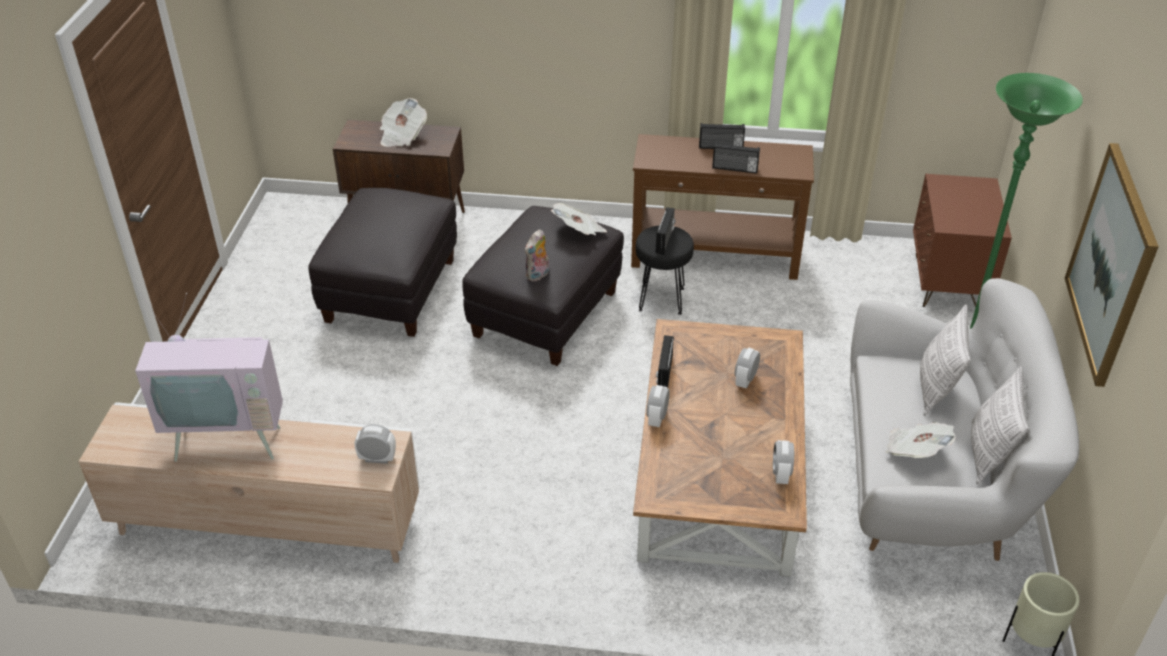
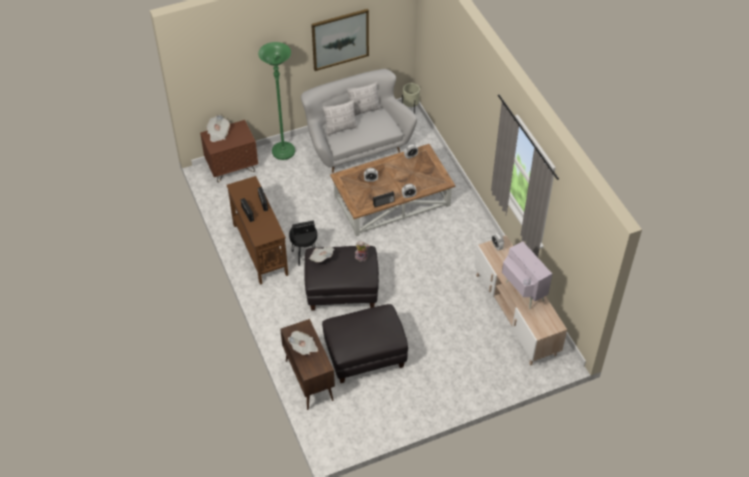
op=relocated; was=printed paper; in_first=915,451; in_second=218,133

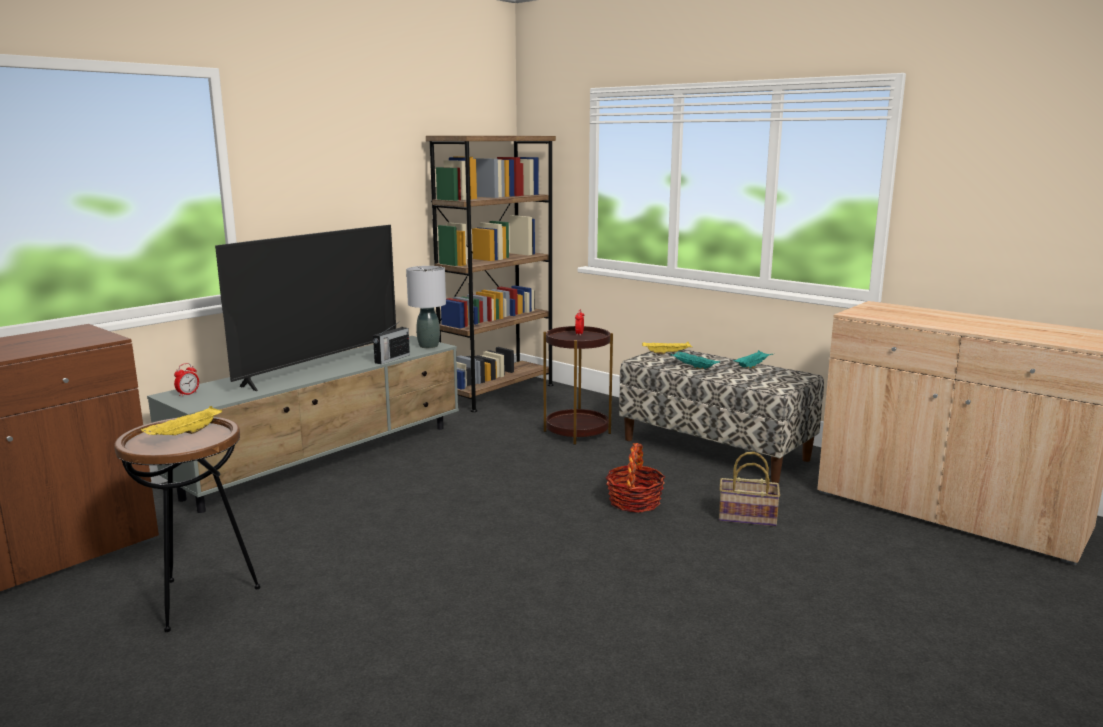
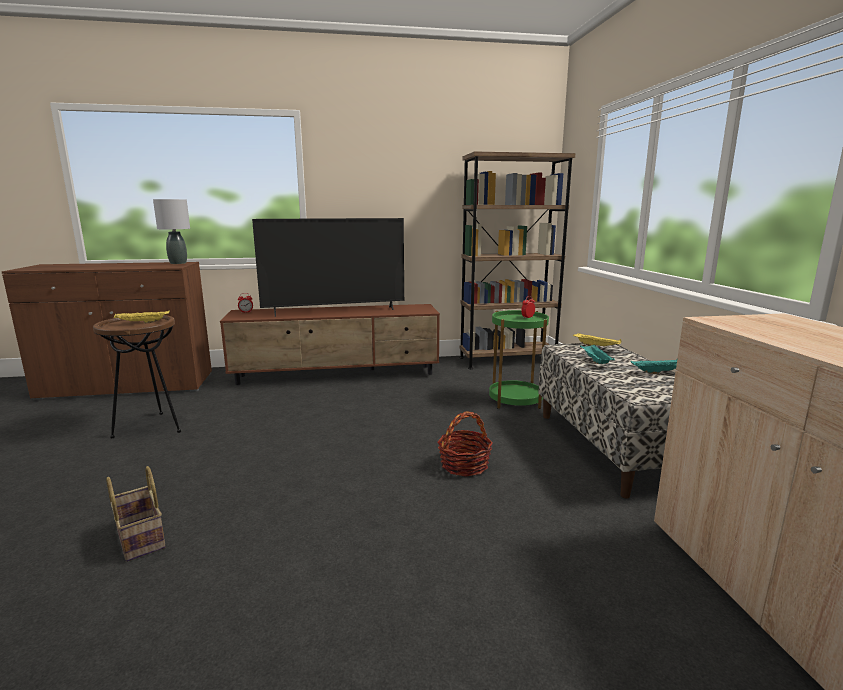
op=relocated; was=storage basket; in_first=745,517; in_second=138,538
op=relocated; was=greyish table lamp; in_first=429,346; in_second=178,263
op=colour; was=greyish media console; now=brown-coloured media console; in_first=327,460; in_second=338,375
op=colour; was=brown-coloured side table; now=greenish side table; in_first=577,432; in_second=515,400
op=missing; was=radio; in_first=391,359

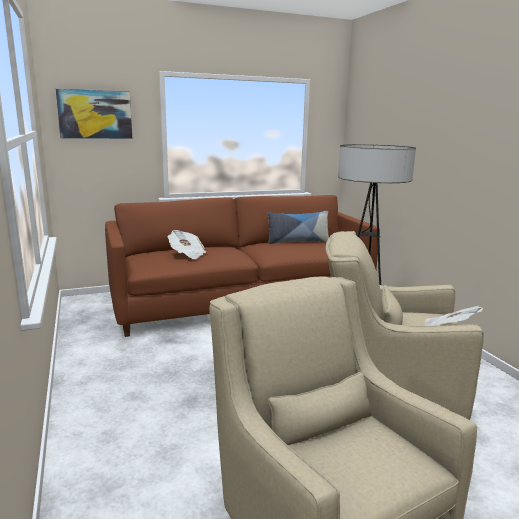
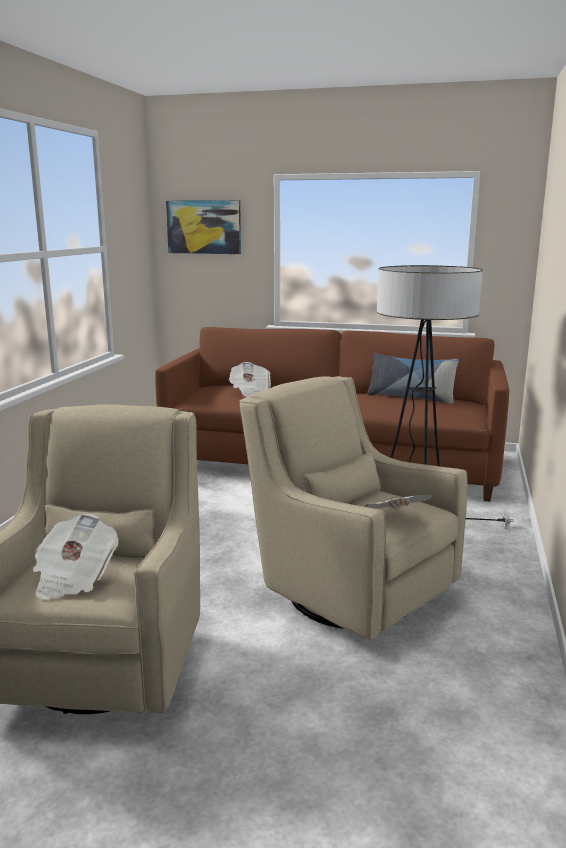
op=appeared; now=printed paper; in_second=74,577

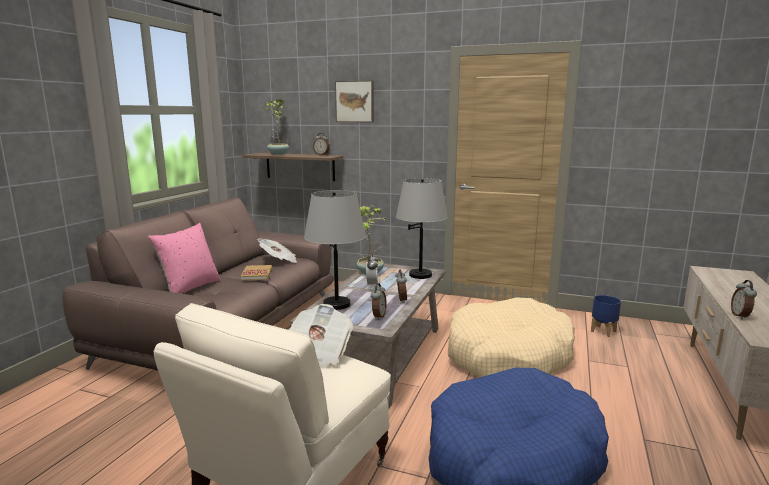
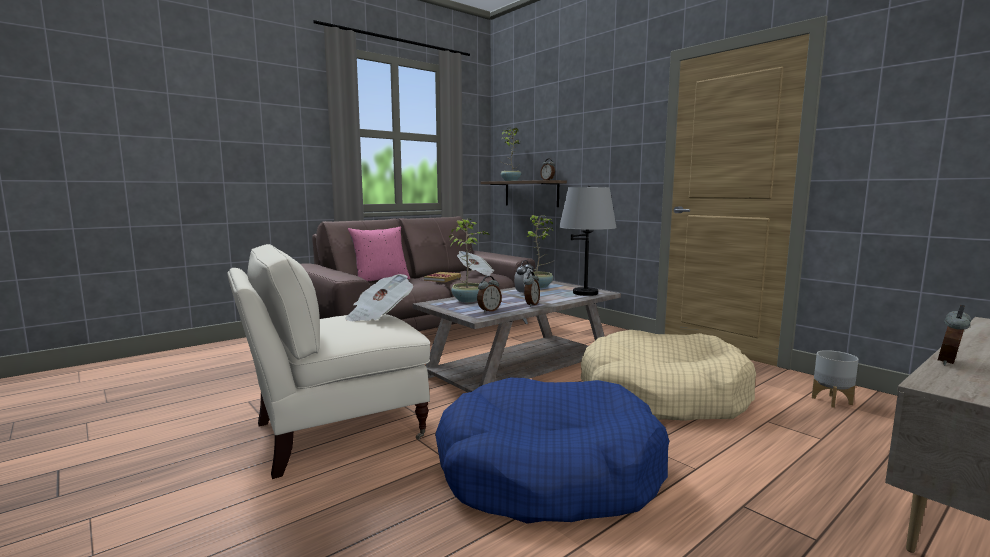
op=exchanged; was=greyish table lamp; now=plant in a pot; in_first=337,304; in_second=468,300
op=colour; was=bluish planter; now=greyish planter; in_first=603,331; in_second=831,401
op=missing; was=wall picture; in_first=355,101

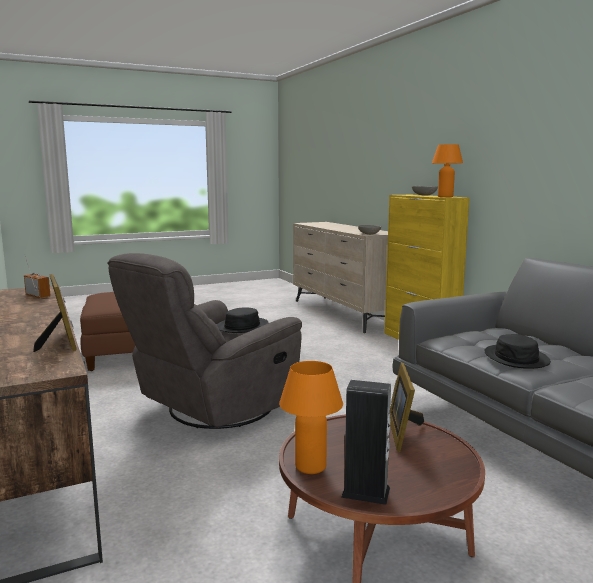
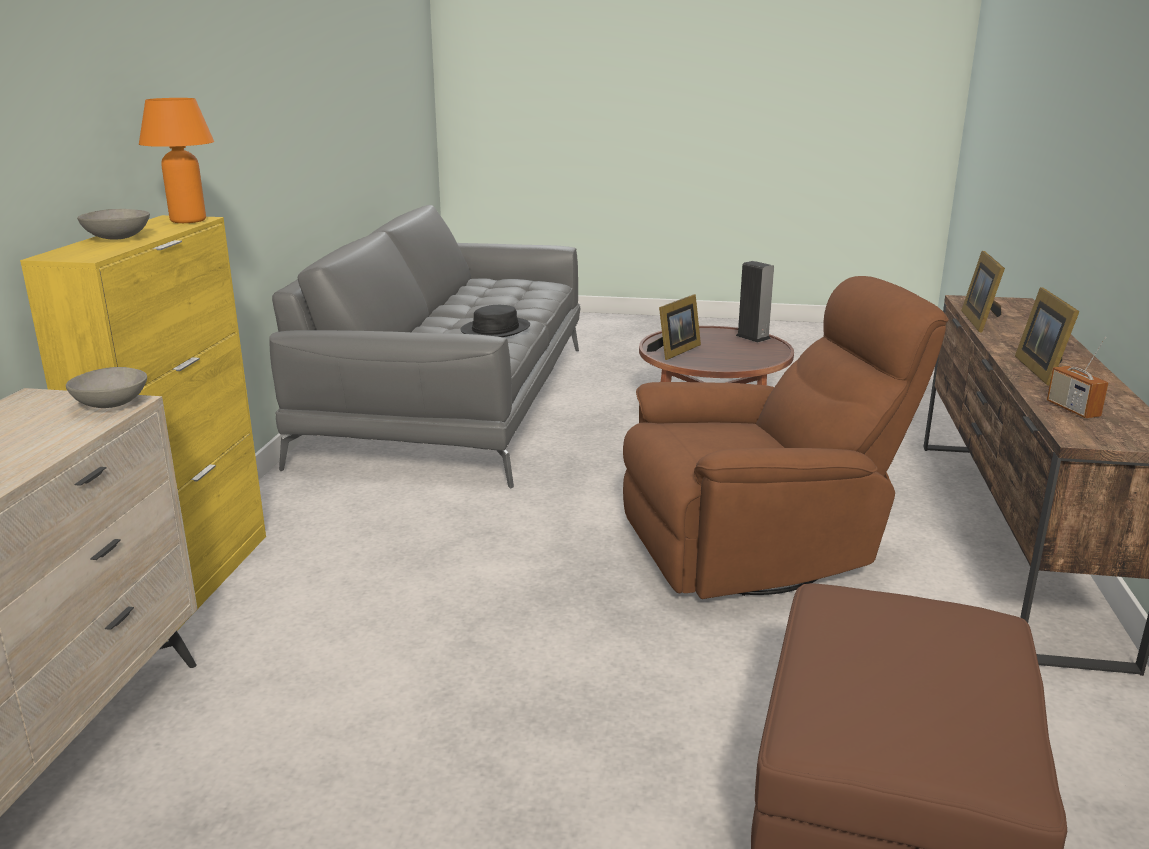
op=colour; was=greyish armchair; now=brown-coloured armchair; in_first=213,409; in_second=759,550
op=appeared; now=standing frame; in_second=1042,370
op=missing; was=black-coloured hat; in_first=242,326
op=missing; was=orange-coloured table lamp; in_first=310,467

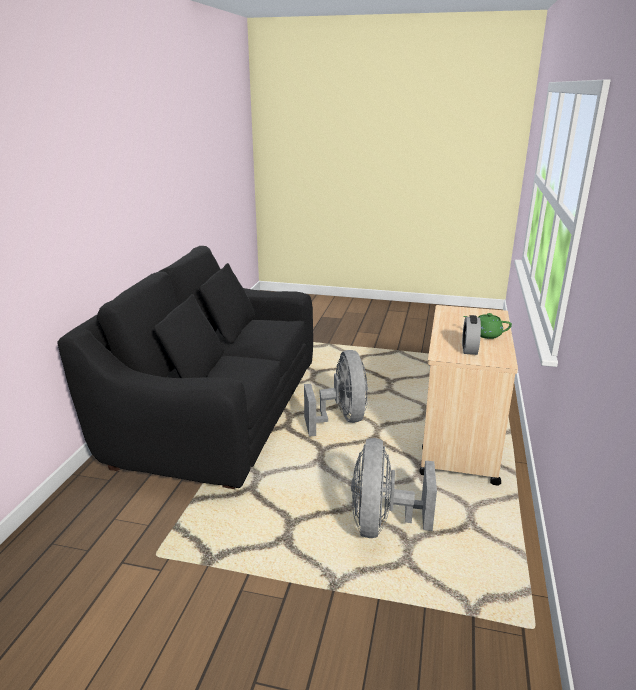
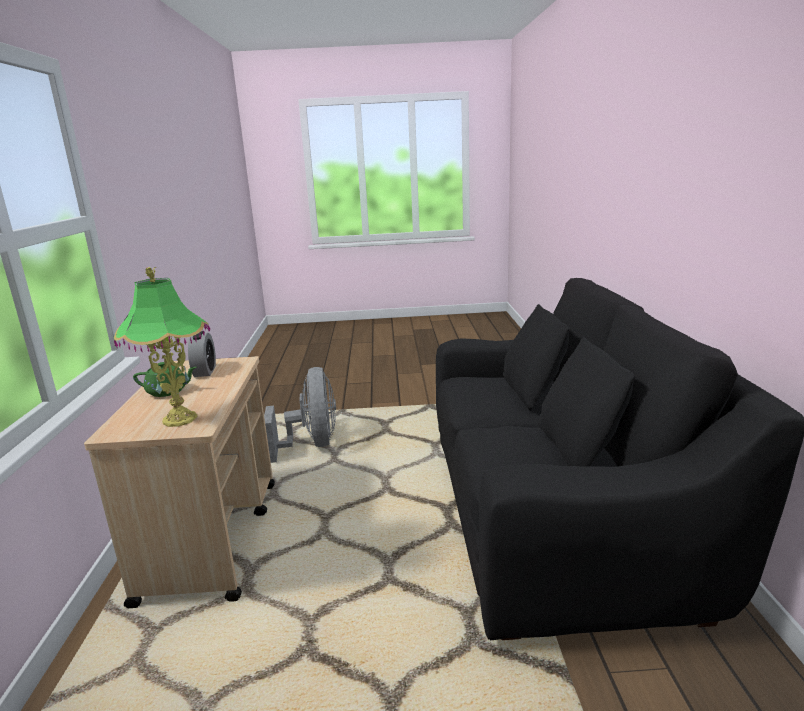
op=appeared; now=table lamp; in_second=180,419
op=missing; was=greyish cooling fan; in_first=341,419

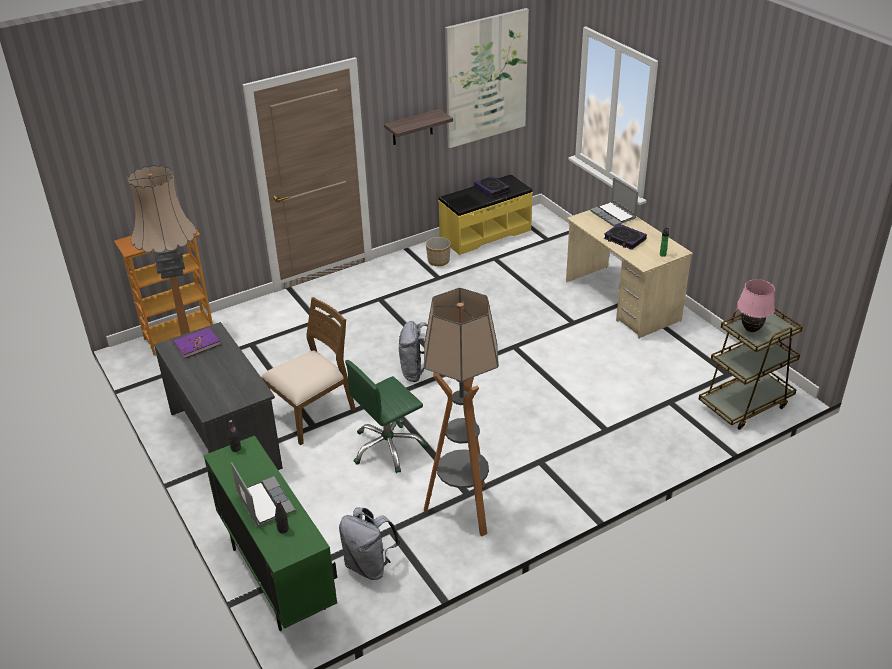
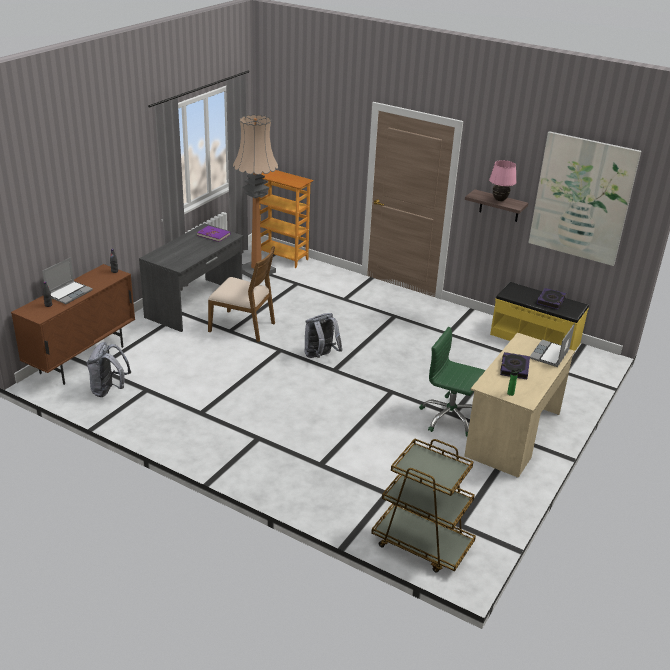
op=colour; was=greenish storage cabinet; now=brown-coloured storage cabinet; in_first=278,578; in_second=82,360
op=relocated; was=greenish office chair; in_first=388,447; in_second=449,418
op=relocated; was=pink table lamp; in_first=751,329; in_second=499,200
op=missing; was=standing lamp; in_first=463,509
op=missing; was=planter; in_first=438,261

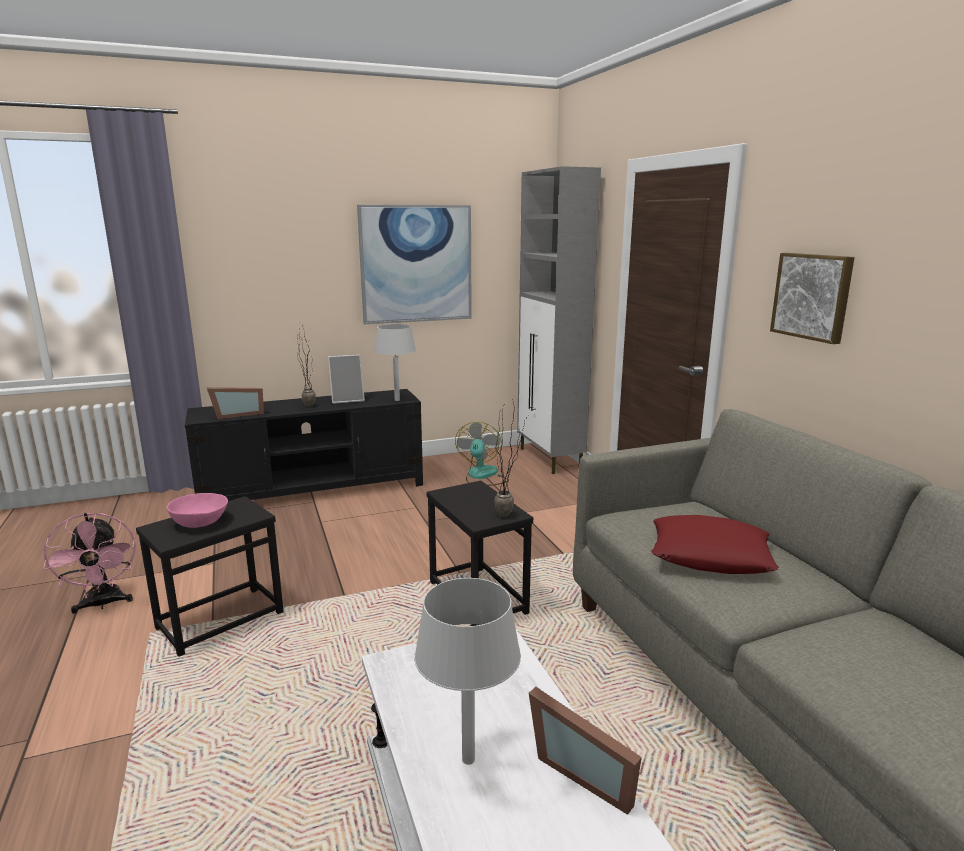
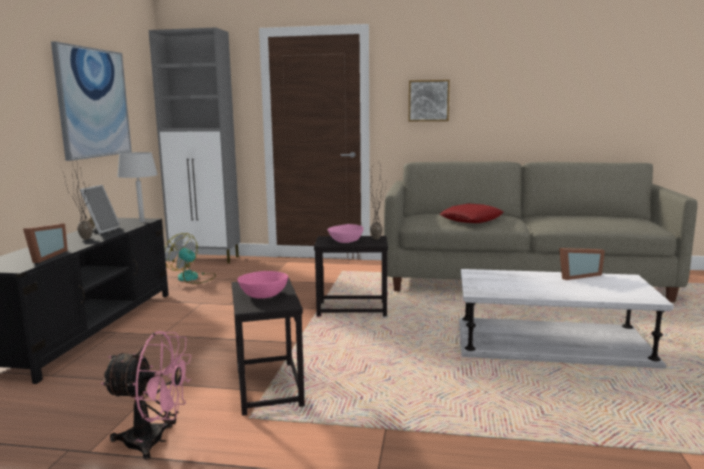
op=appeared; now=pink deep dish; in_second=345,241
op=missing; was=greyish table lamp; in_first=468,759

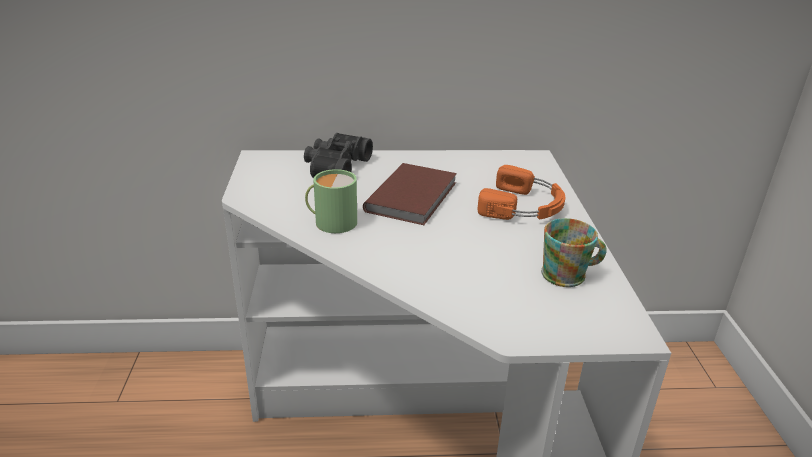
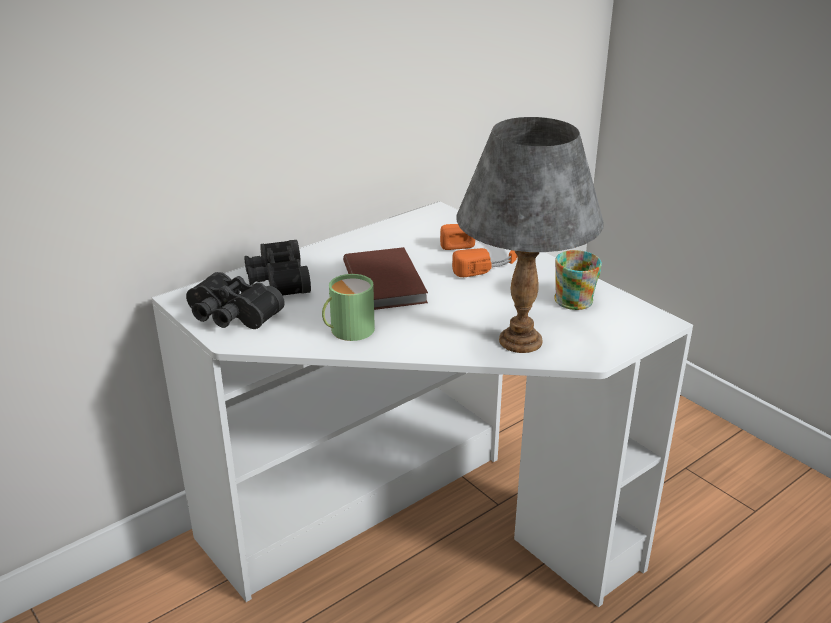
op=appeared; now=black-coloured pair of binoculars; in_second=230,316
op=appeared; now=greyish table lamp; in_second=519,340

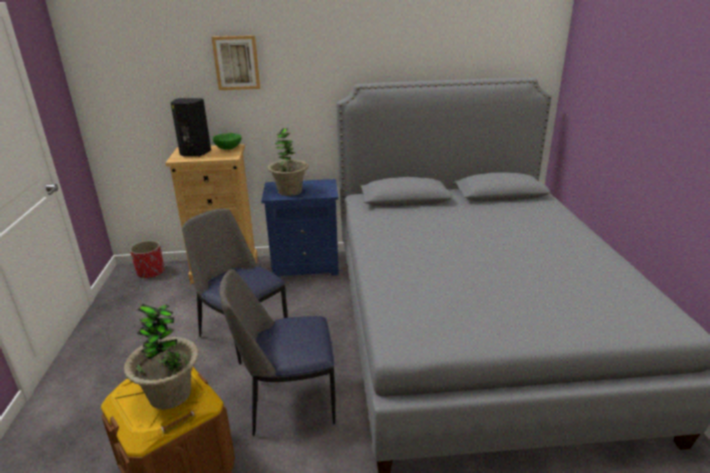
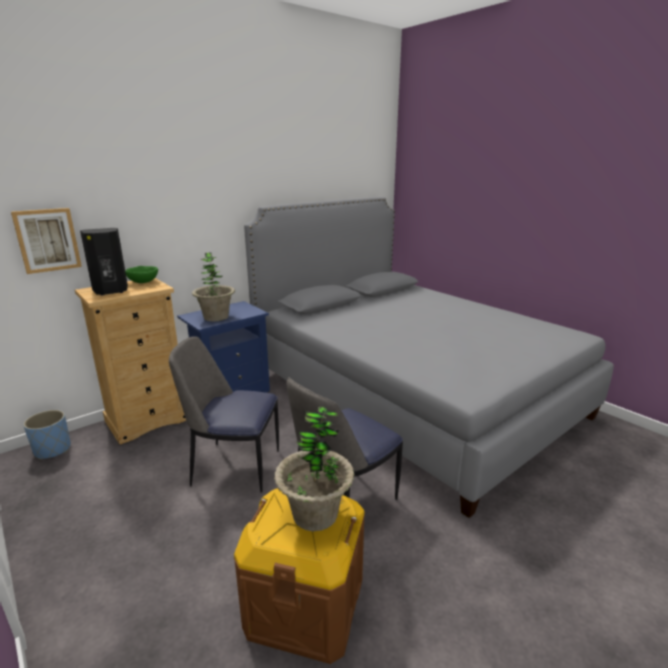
op=relocated; was=wall picture; in_first=236,63; in_second=47,240
op=colour; was=red-coloured planter; now=bluish planter; in_first=151,272; in_second=53,450

